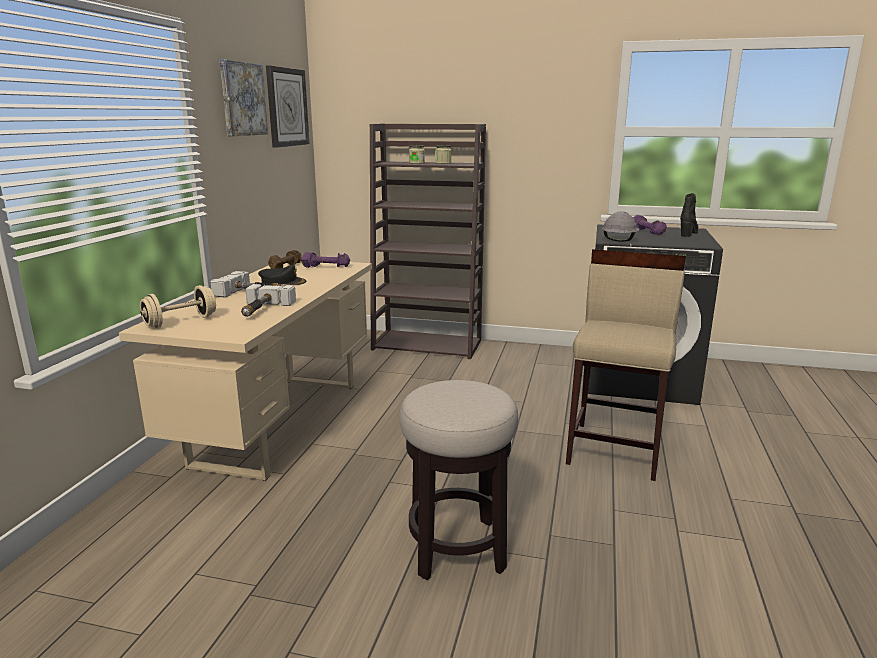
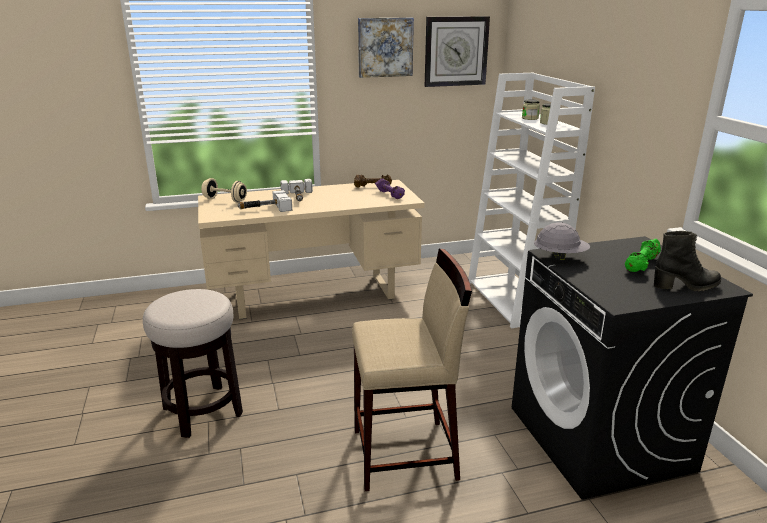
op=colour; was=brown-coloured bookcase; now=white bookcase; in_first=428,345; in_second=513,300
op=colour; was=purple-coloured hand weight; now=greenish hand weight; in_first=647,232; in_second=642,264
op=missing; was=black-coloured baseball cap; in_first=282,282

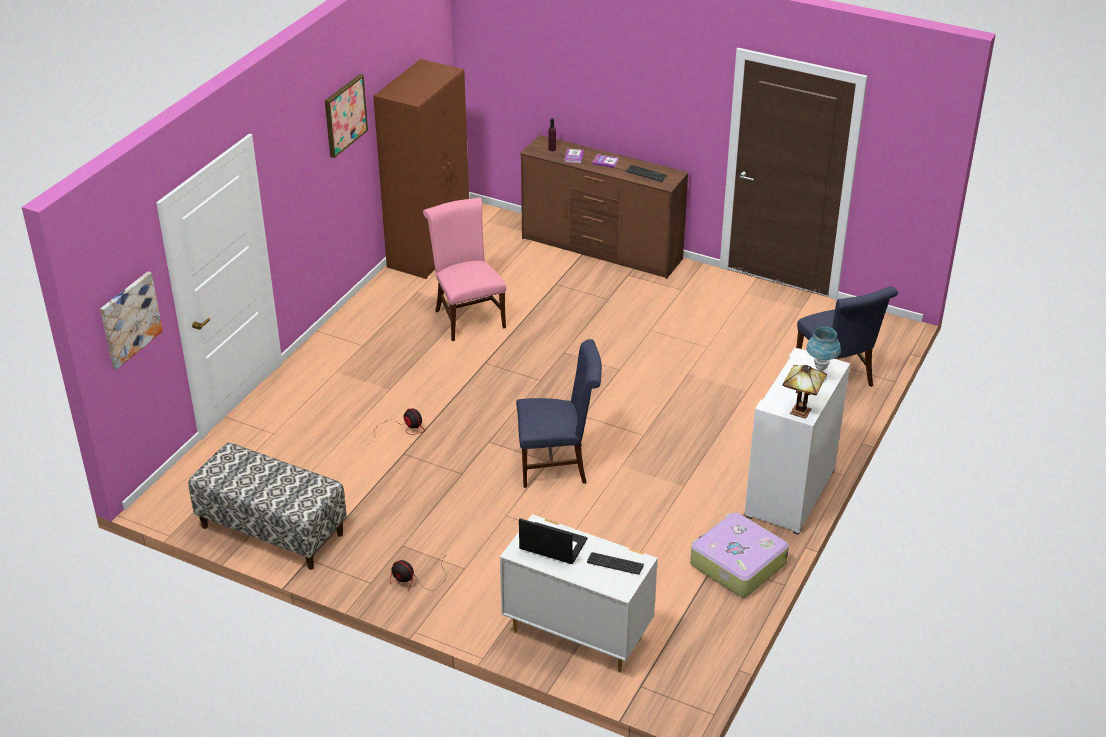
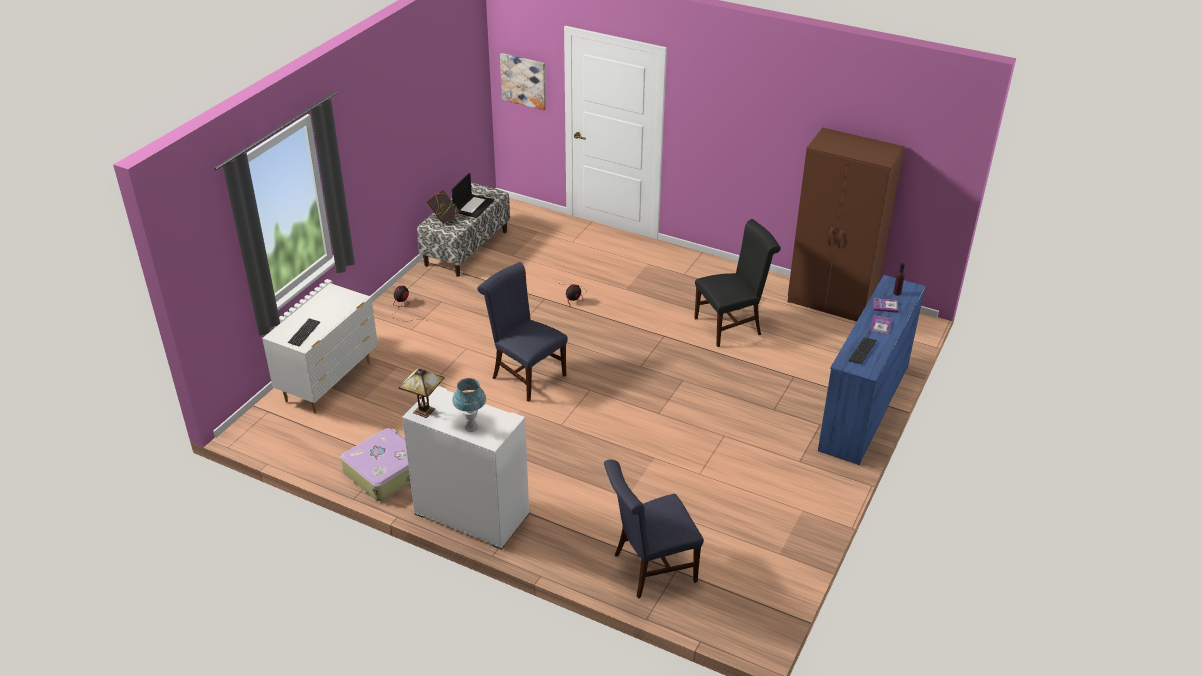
op=appeared; now=bound book; in_second=444,218
op=relocated; was=notebook computer; in_first=552,544; in_second=473,206
op=spun; was=bluish chair; in_first=558,464; in_second=525,375; clockwise=135
op=colour; was=pink chair; now=black-coloured chair; in_first=467,317; in_second=731,325
op=colour; was=brown-coloured drawer chest; now=bluish drawer chest; in_first=601,249; in_second=863,407
op=missing; was=wall picture; in_first=345,115

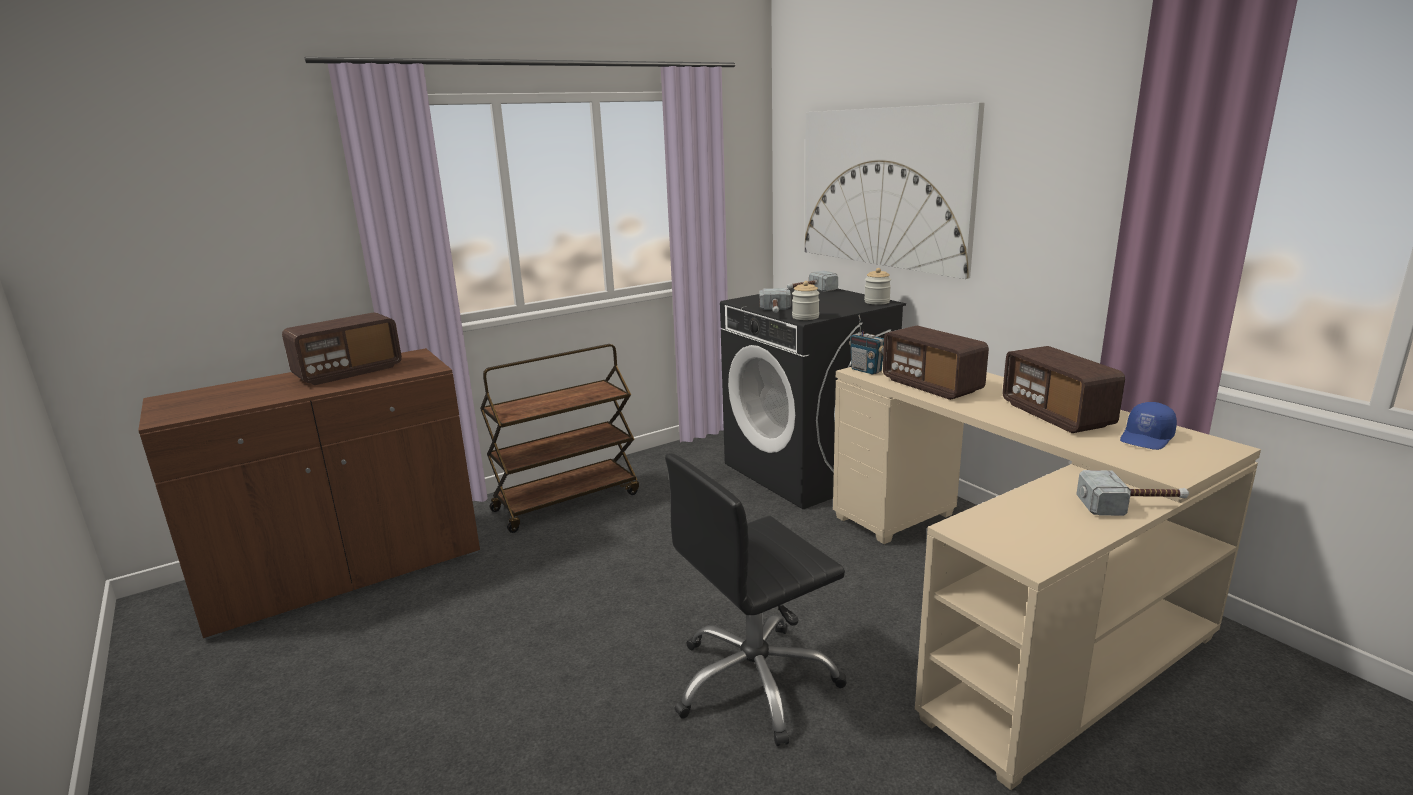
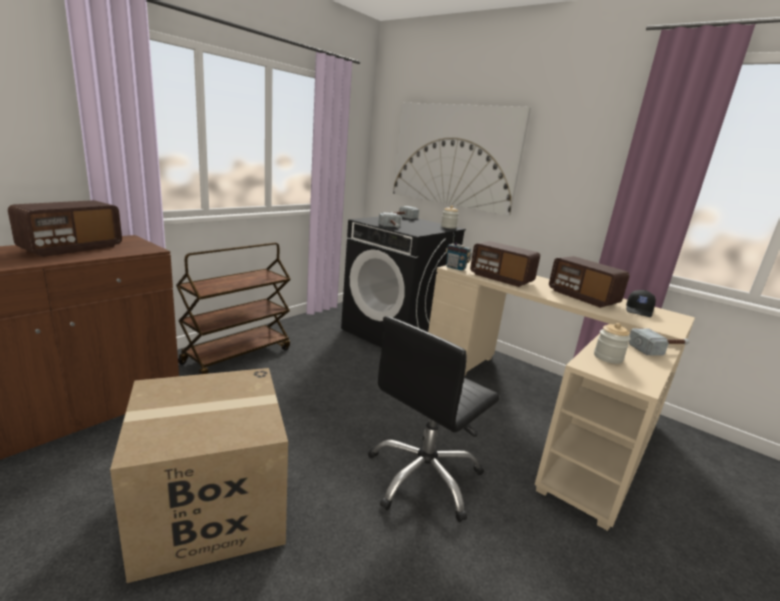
op=appeared; now=packing box; in_second=209,507
op=relocated; was=jar; in_first=805,317; in_second=608,357
op=colour; was=bluish baseball cap; now=black-coloured baseball cap; in_first=1147,439; in_second=639,311

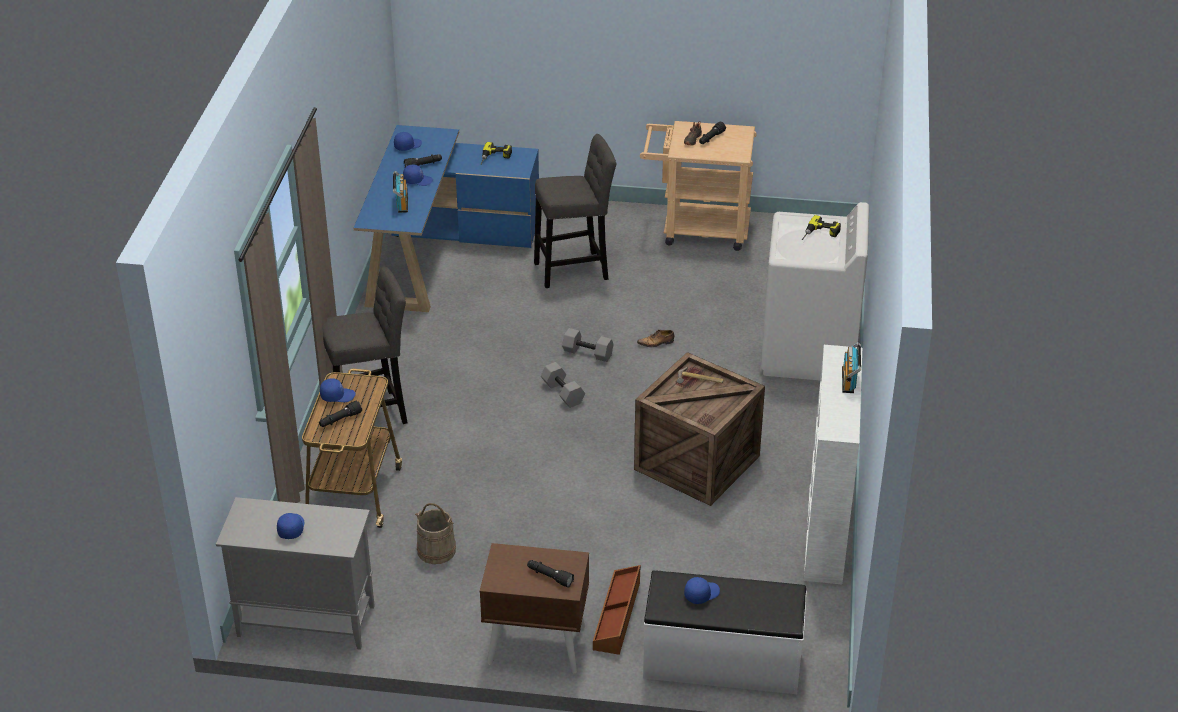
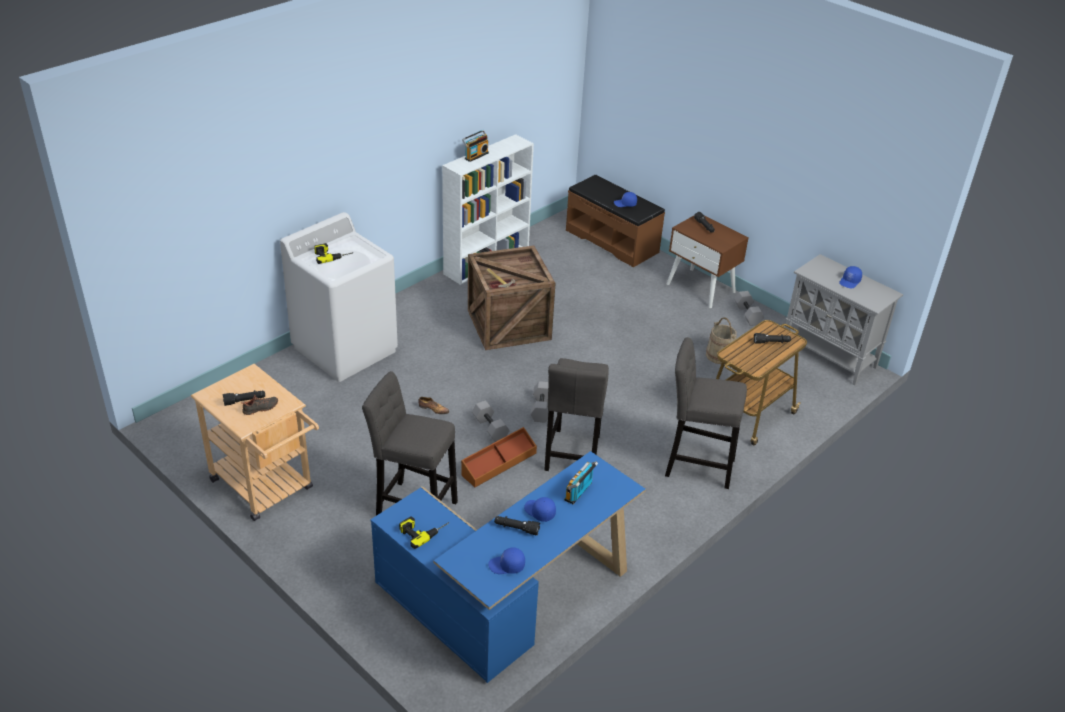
op=relocated; was=brown-coloured storage bin; in_first=618,616; in_second=498,463
op=appeared; now=greyish sitting stool; in_second=572,456
op=colour; was=white bench; now=brown-coloured bench; in_first=722,662; in_second=612,241
op=appeared; now=greyish hand weight; in_second=748,314
op=missing; was=bluish baseball cap; in_first=337,395

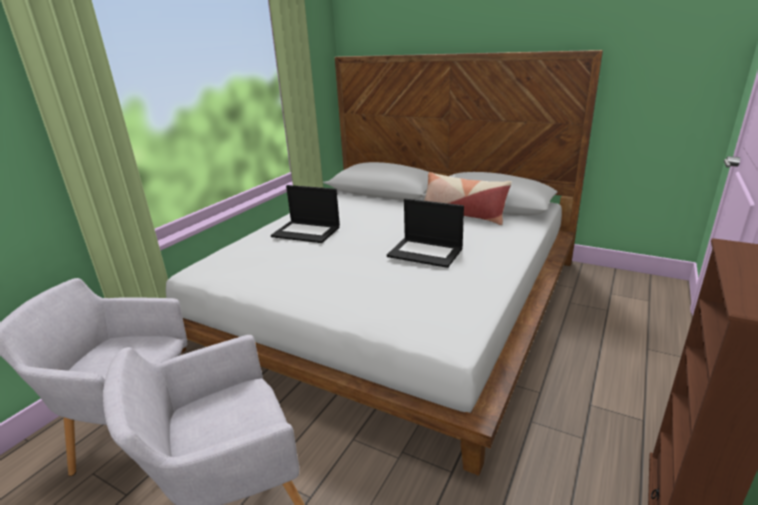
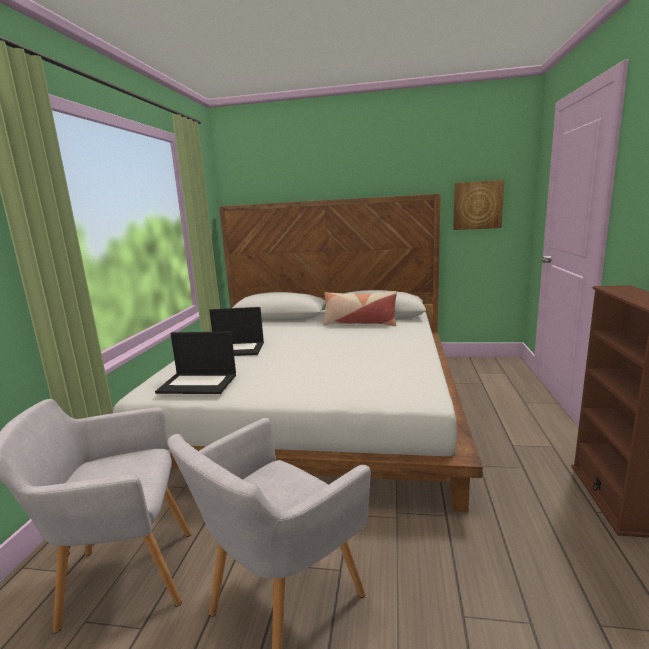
op=relocated; was=notebook computer; in_first=426,252; in_second=199,383
op=appeared; now=wall picture; in_second=477,205

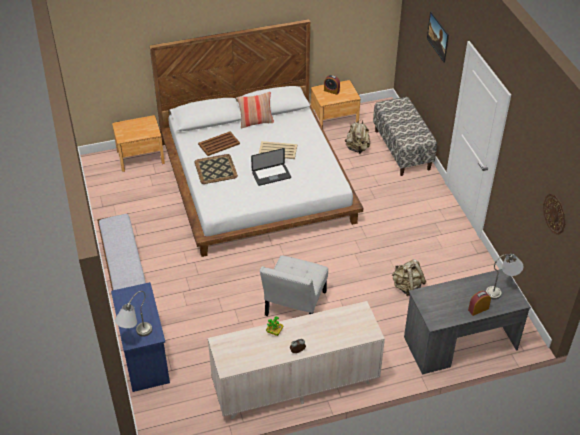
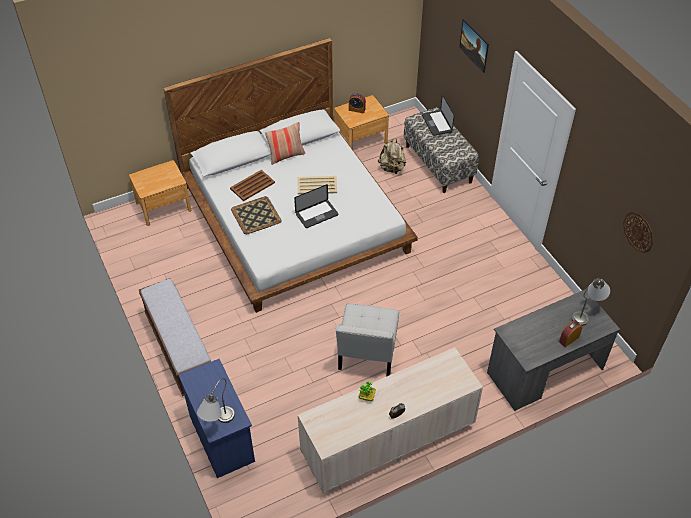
op=appeared; now=notebook computer; in_second=436,123
op=missing; was=beige knapsack; in_first=407,287

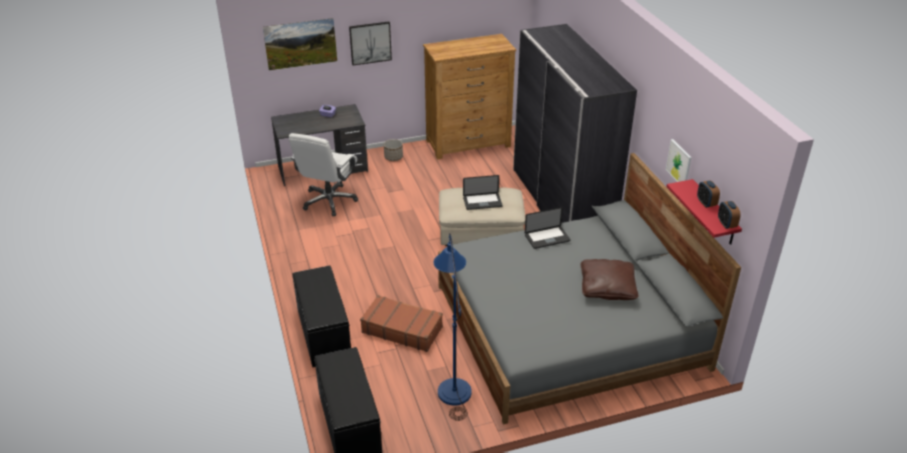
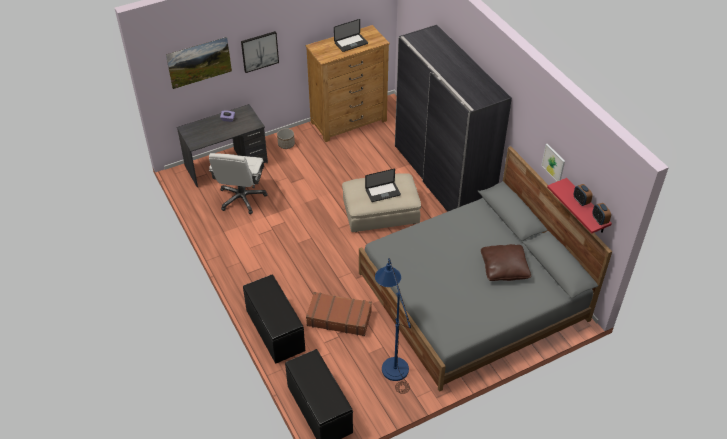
op=relocated; was=notebook computer; in_first=547,238; in_second=351,43

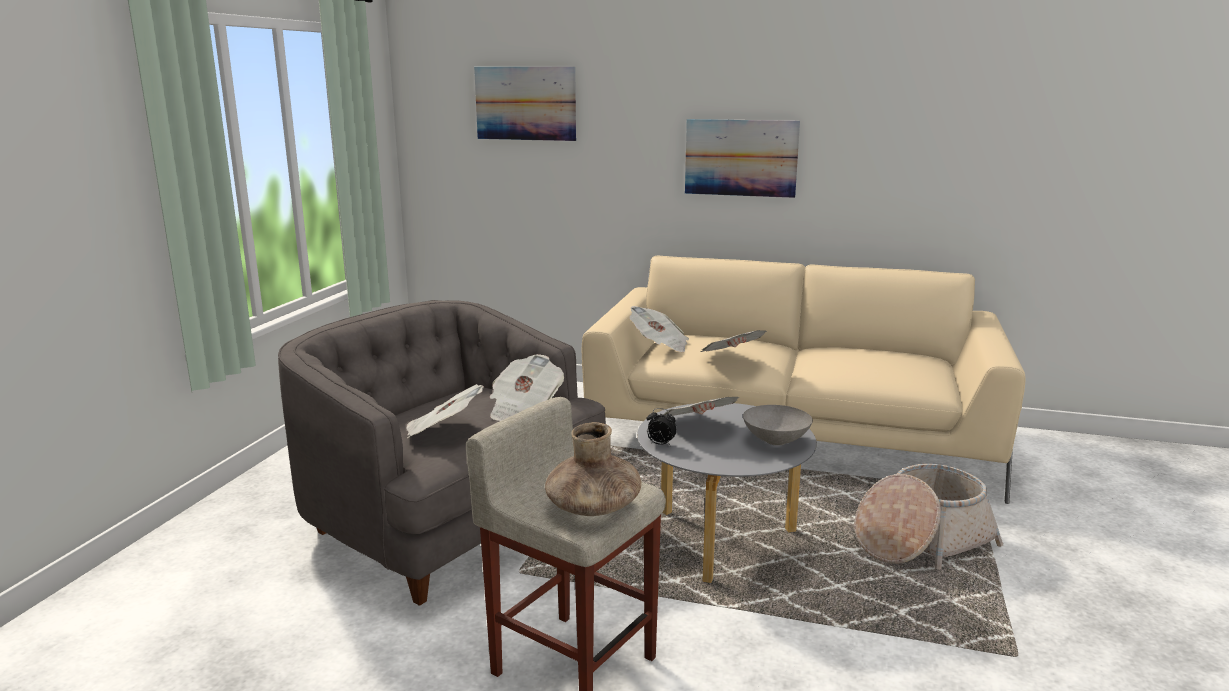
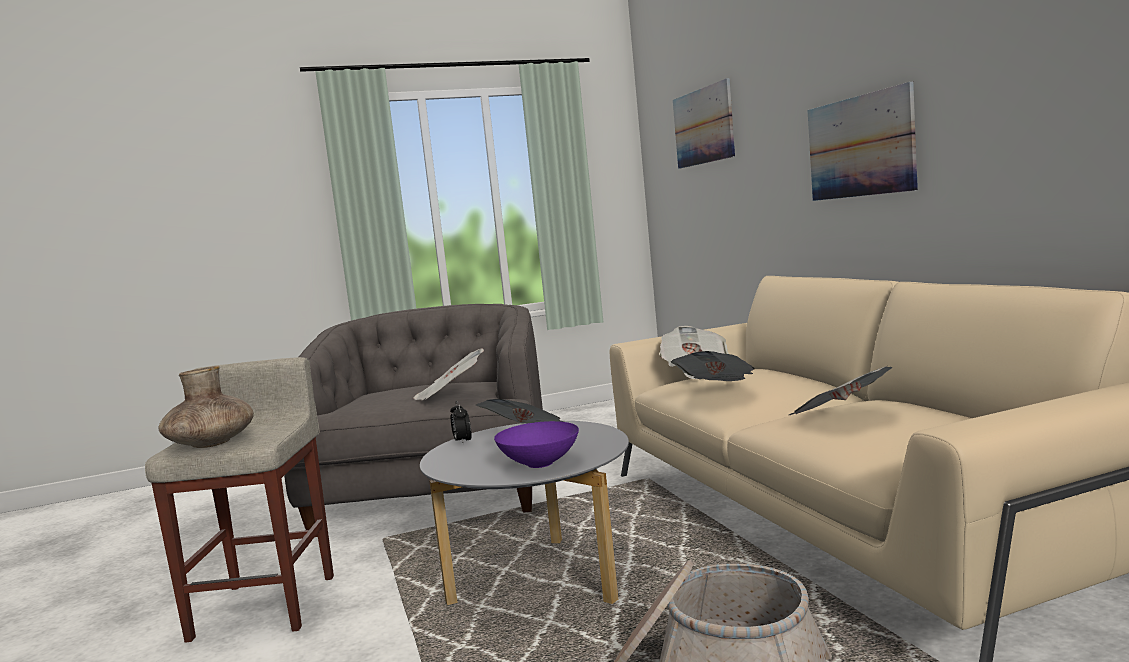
op=colour; was=greyish deep dish; now=purple-coloured deep dish; in_first=775,441; in_second=538,463
op=relocated; was=printed paper; in_first=443,431; in_second=840,418

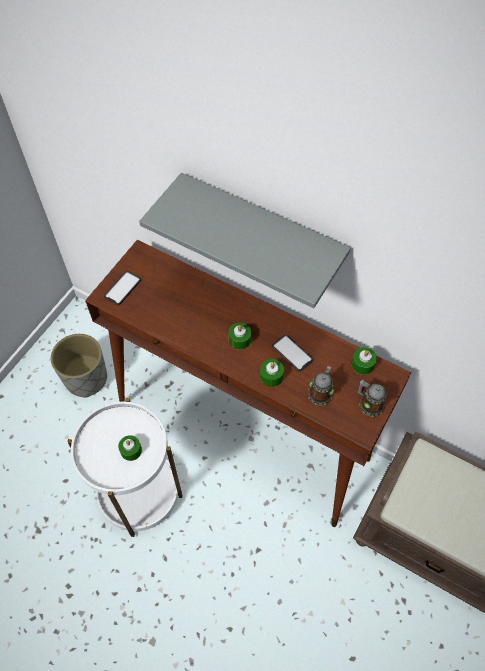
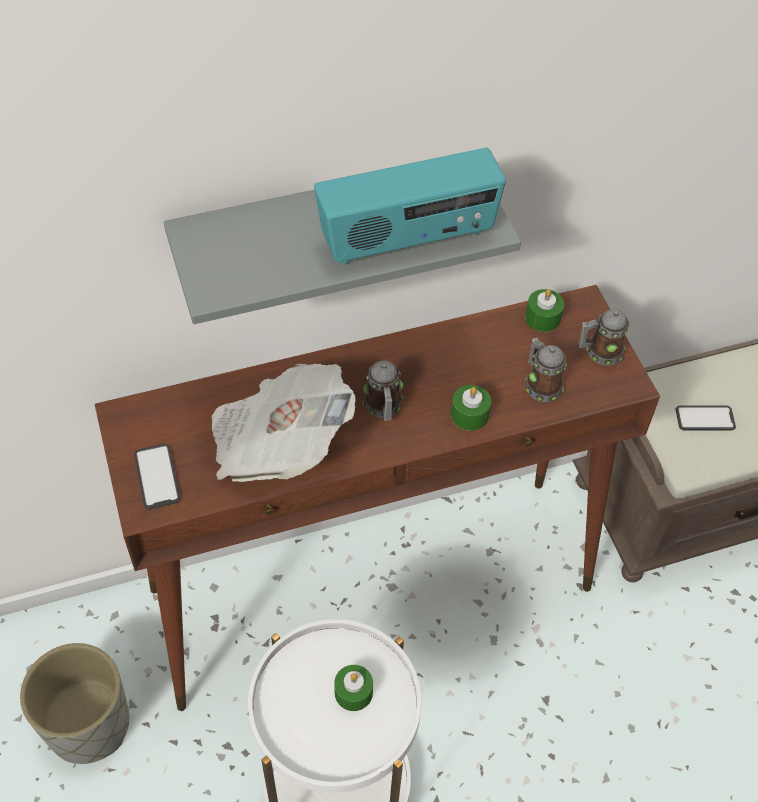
op=appeared; now=printed paper; in_second=278,444
op=appeared; now=radio; in_second=407,239
op=exchanged; was=greenish candle; now=coffee mug; in_first=239,339; in_second=383,407
op=relocated; was=phone; in_first=292,353; in_second=705,418

